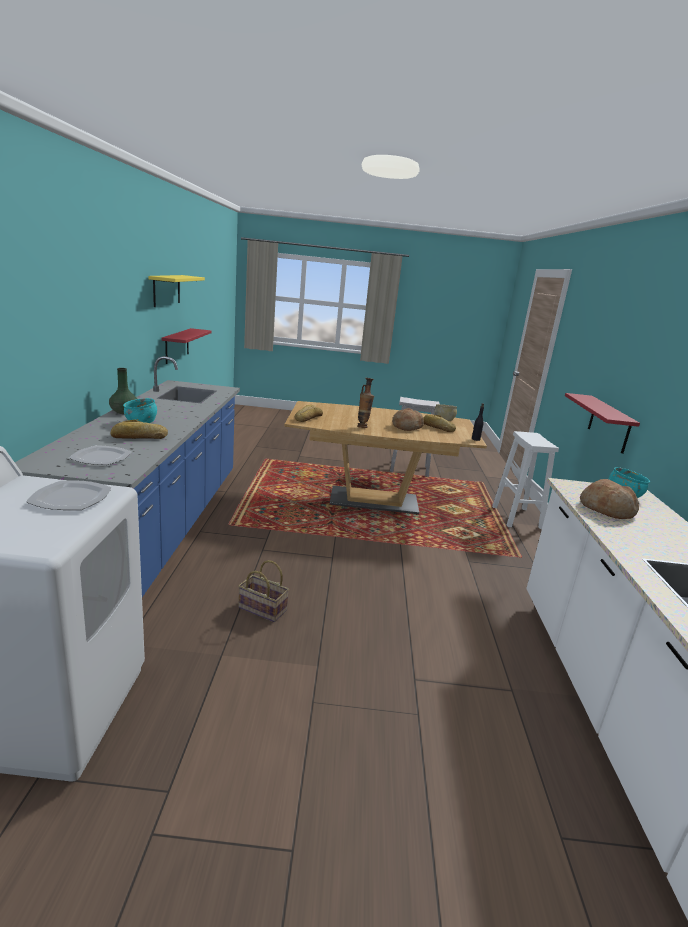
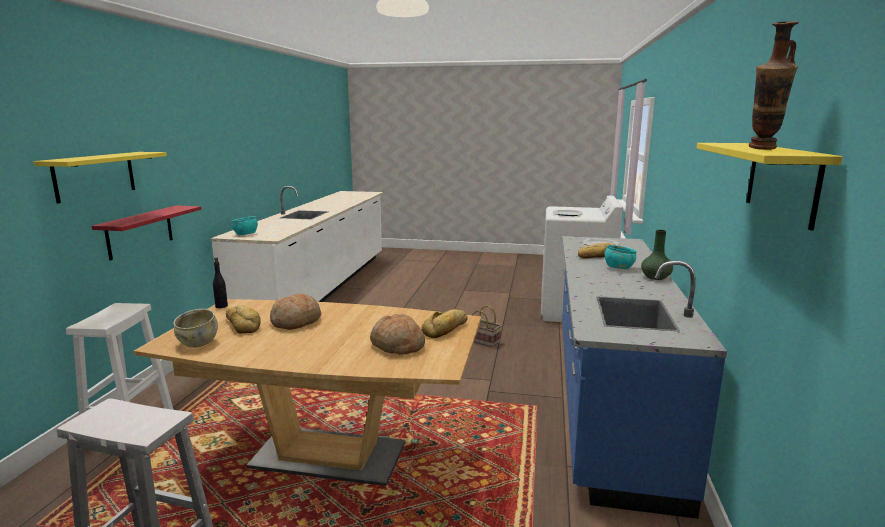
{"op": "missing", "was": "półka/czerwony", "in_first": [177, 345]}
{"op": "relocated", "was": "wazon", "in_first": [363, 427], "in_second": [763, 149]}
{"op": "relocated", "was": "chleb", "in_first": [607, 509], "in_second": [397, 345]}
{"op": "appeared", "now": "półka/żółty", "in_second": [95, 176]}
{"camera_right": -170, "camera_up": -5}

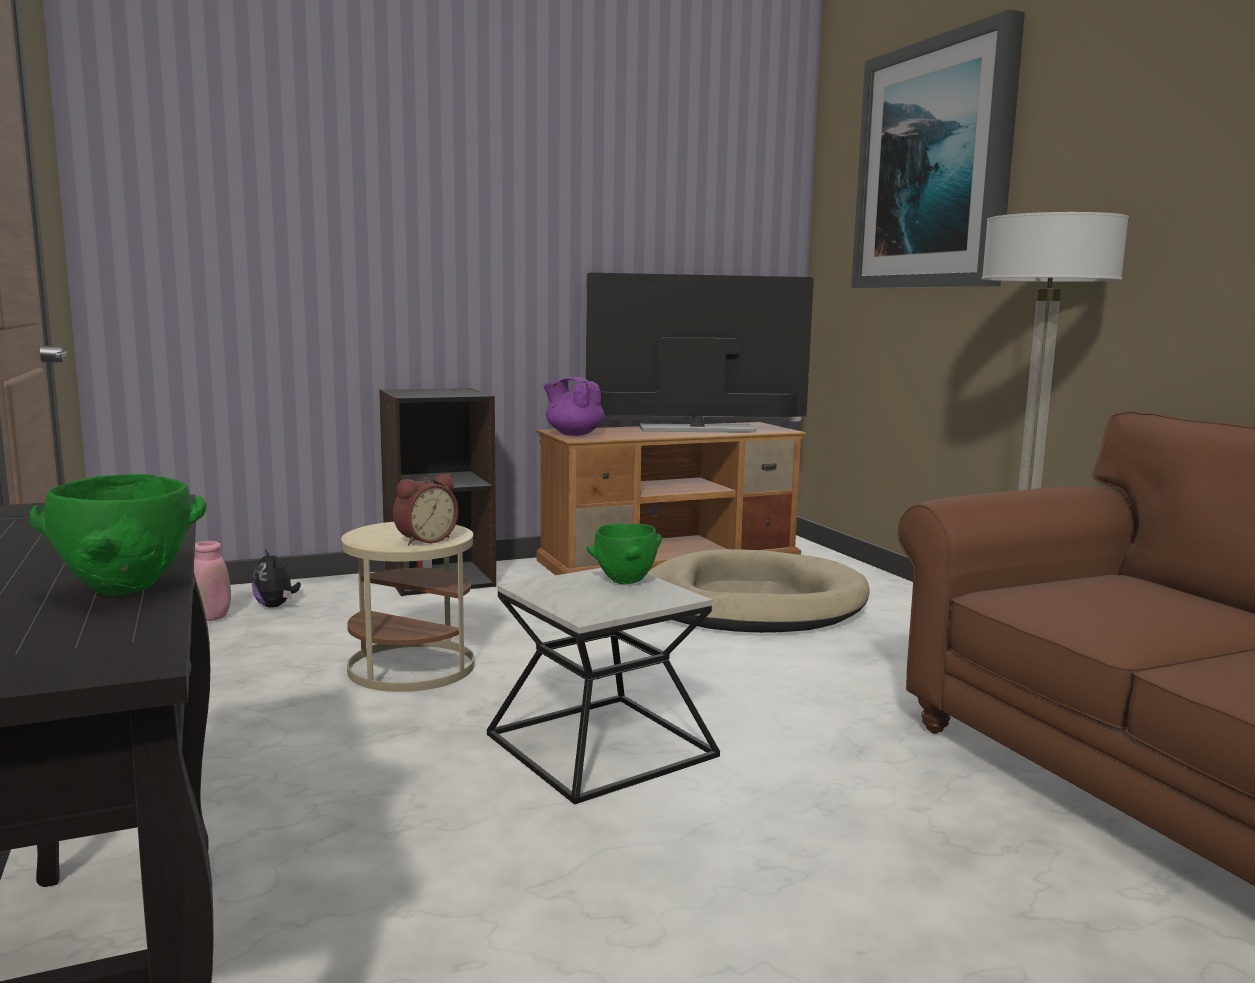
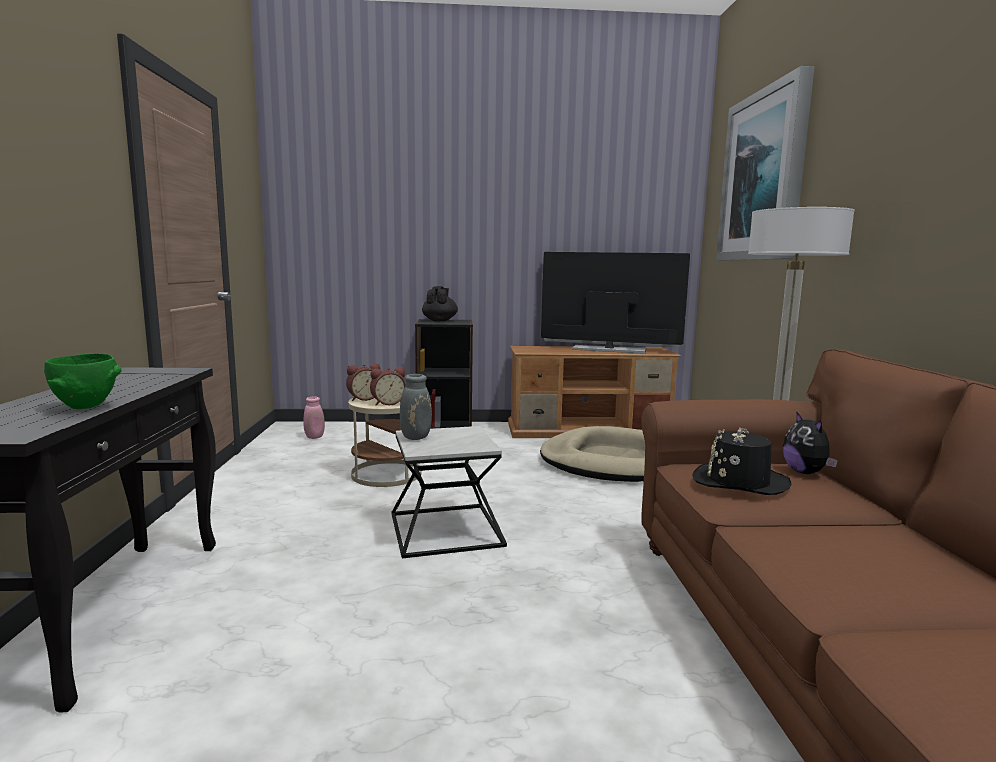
{"op": "relocated", "was": "pluszak", "in_first": [276, 606], "in_second": [805, 472]}
{"op": "missing", "was": "imbryk/fioletowy", "in_first": [573, 434]}
{"op": "missing", "was": "miska/zielony", "in_first": [625, 582]}
{"op": "appeared", "now": "budzik", "in_second": [363, 398]}
{"op": "appeared", "now": "wazon/szary", "in_second": [416, 437]}
{"op": "appeared", "now": "imbryk/czarny", "in_second": [439, 320]}
{"op": "appeared", "now": "kapelusz/czarny", "in_second": [739, 482]}
{"camera_right": 20, "camera_up": 0}

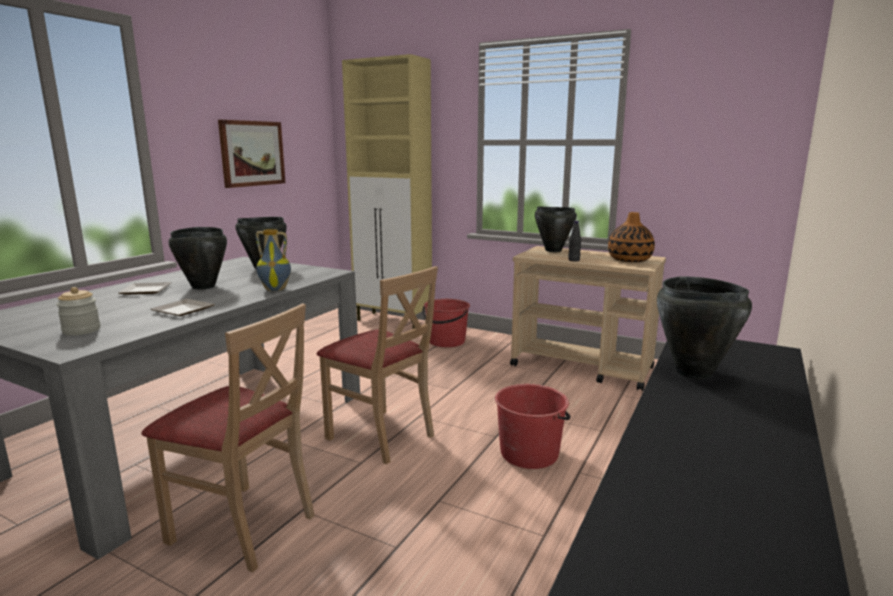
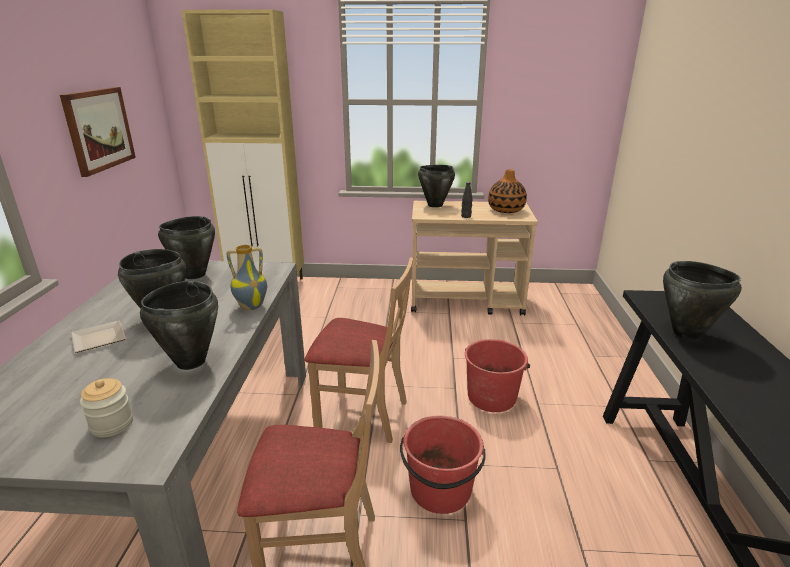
{"op": "exchanged", "was": "talerz", "now": "garnek/czarny", "in_first": [181, 310], "in_second": [190, 362]}
{"op": "relocated", "was": "wiadro/czerwony", "in_first": [446, 341], "in_second": [440, 490]}
{"camera_right": -25, "camera_up": 10}

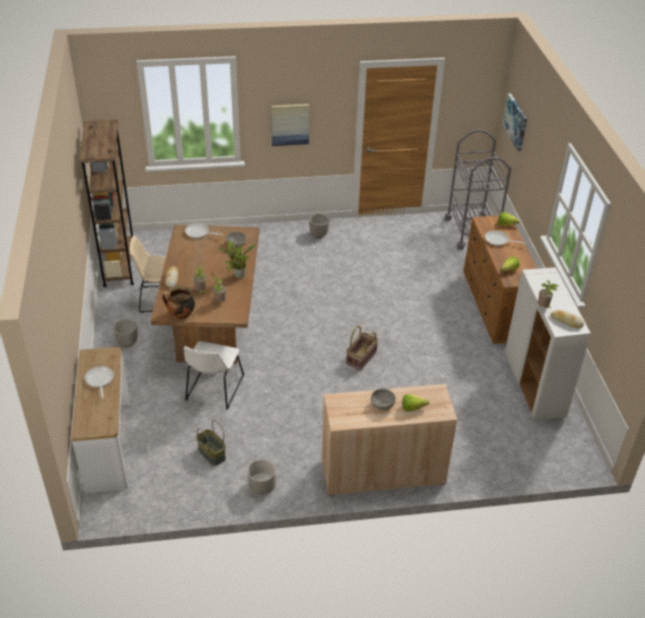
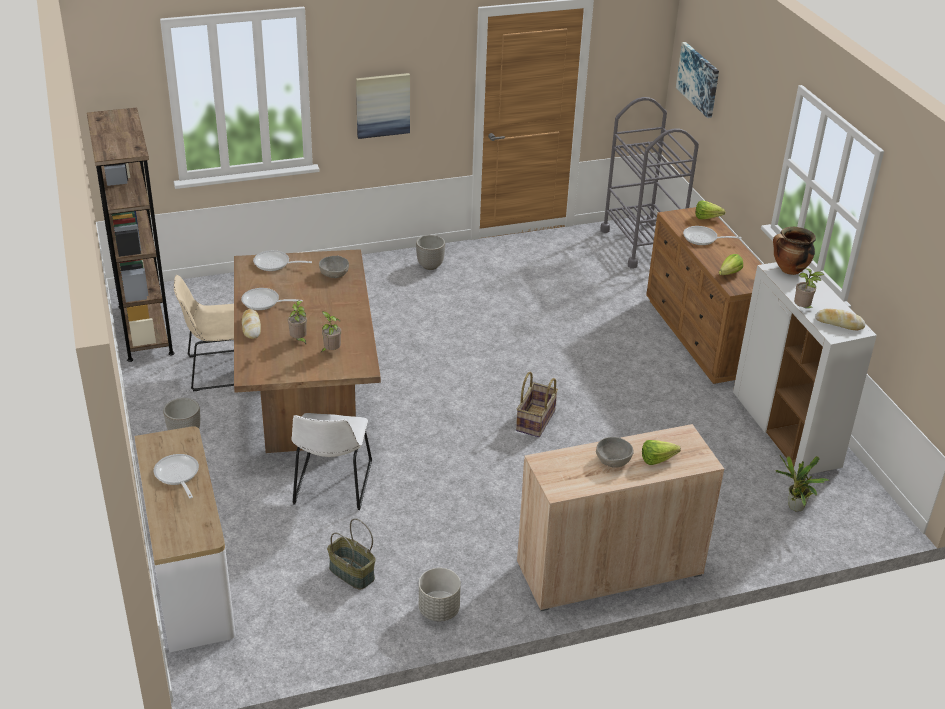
{"op": "relocated", "was": "garnek", "in_first": [181, 315], "in_second": [789, 270]}
{"op": "relocated", "was": "roślina doniczkowa", "in_first": [238, 276], "in_second": [794, 508]}
{"op": "appeared", "now": "patelnia", "in_second": [264, 302]}
{"camera_right": -10, "camera_up": -5}

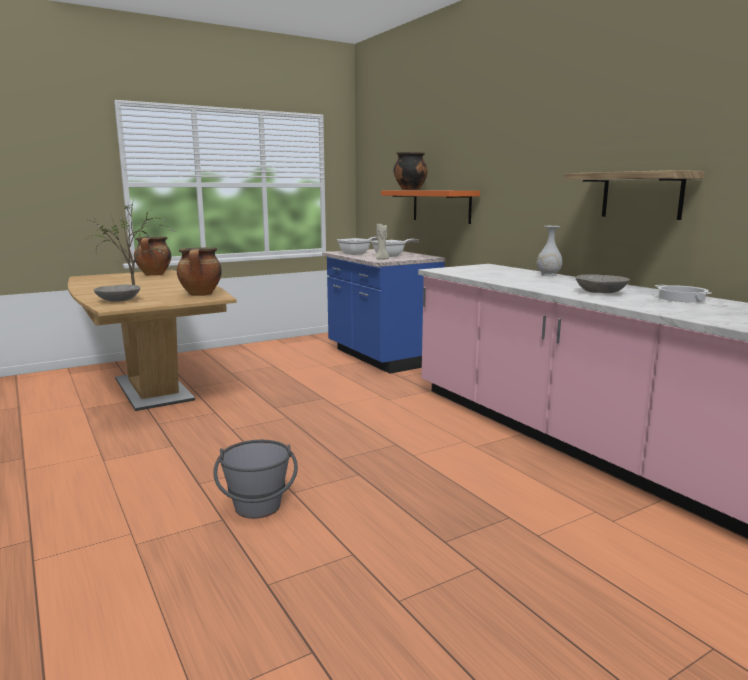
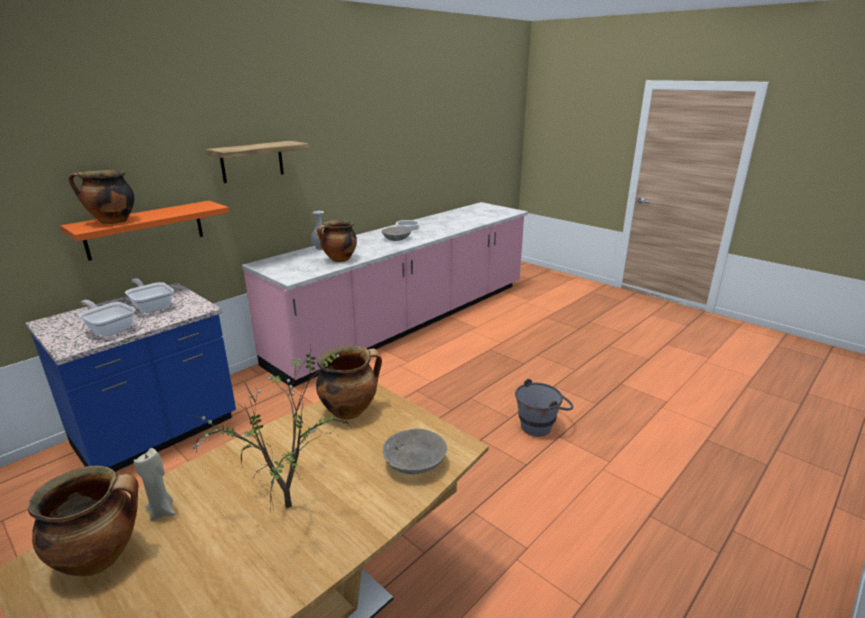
{"op": "relocated", "was": "świeca/beżowy", "in_first": [382, 259], "in_second": [162, 511]}
{"op": "relocated", "was": "półka", "in_first": [641, 195], "in_second": [252, 161]}
{"op": "appeared", "now": "garnek", "in_second": [339, 260]}
{"camera_right": -105, "camera_up": 10}

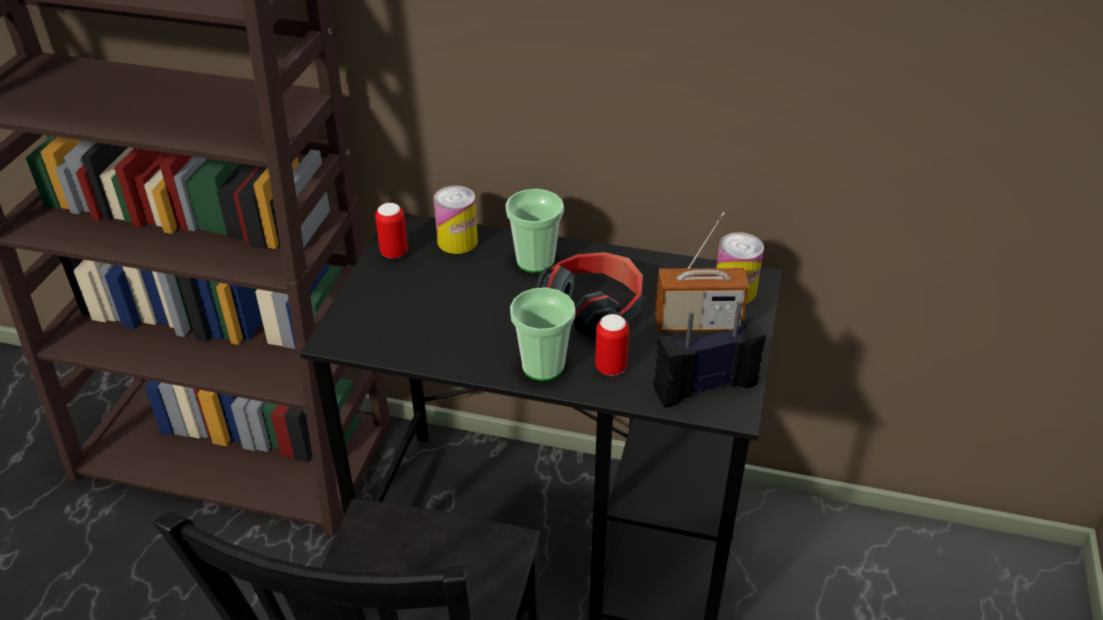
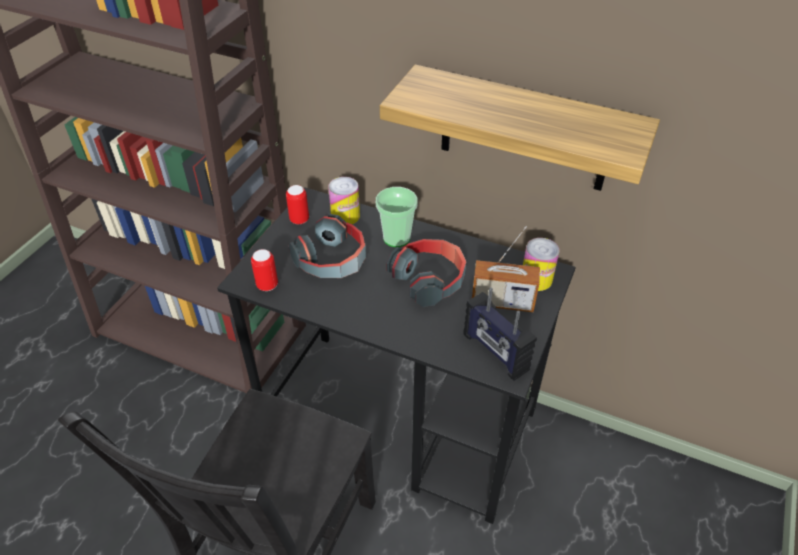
{"op": "missing", "was": "filiżanka", "in_first": [543, 366]}
{"op": "relocated", "was": "puszka", "in_first": [610, 368], "in_second": [267, 285]}
{"op": "spun", "was": "radio", "in_first": [704, 386], "in_second": [494, 352], "clockwise": -120}
{"op": "appeared", "now": "słuchawki", "in_second": [332, 260]}
{"op": "appeared", "now": "półka", "in_second": [524, 130]}
{"camera_right": 10, "camera_up": 5}

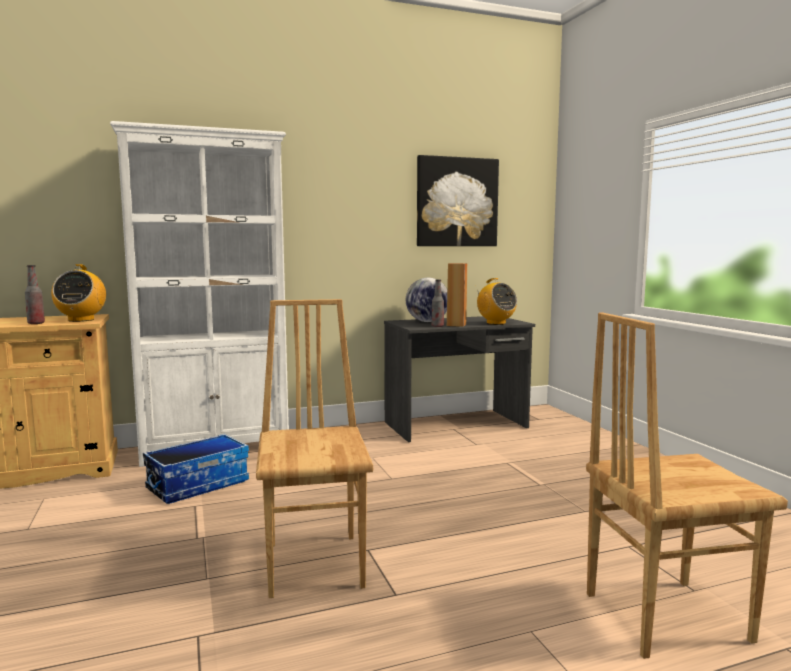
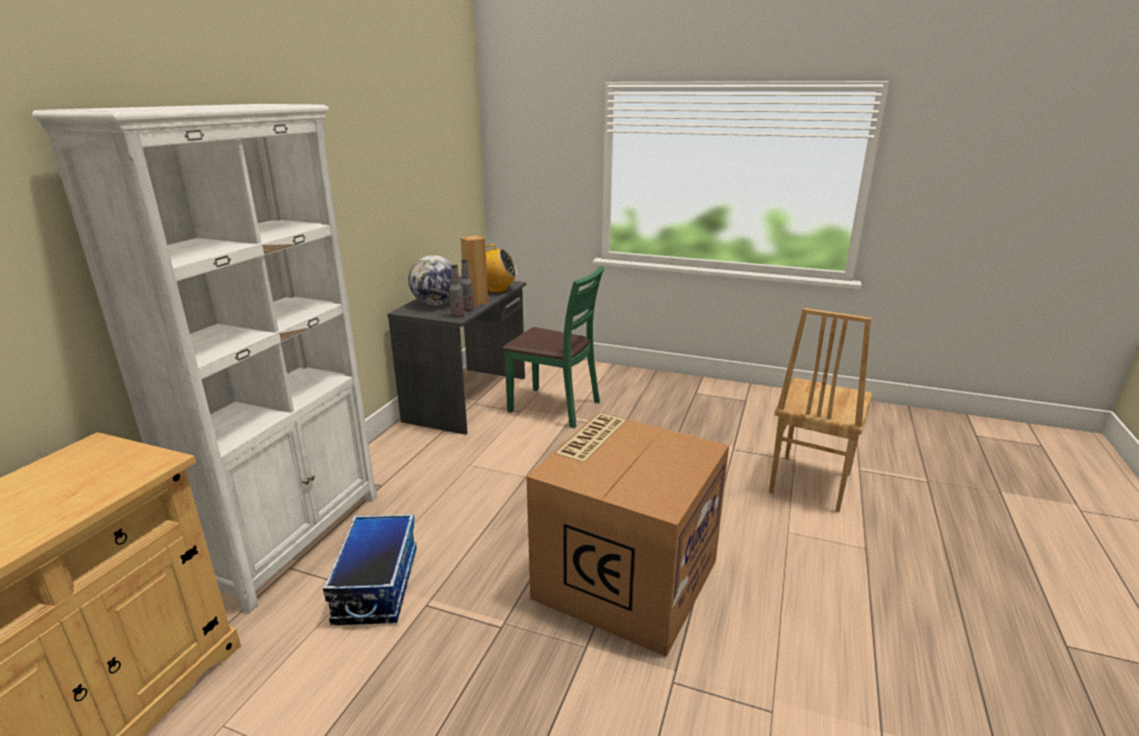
{"op": "relocated", "was": "butelka", "in_first": [36, 323], "in_second": [458, 315]}
{"op": "missing", "was": "radio", "in_first": [81, 320]}
{"op": "exchanged", "was": "krzesło/brązowy", "now": "karton", "in_first": [317, 563], "in_second": [625, 577]}
{"op": "missing", "was": "obraz", "in_first": [456, 202]}
{"op": "appeared", "now": "krzesło/zielony", "in_second": [555, 407]}
{"camera_right": -50, "camera_up": 15}

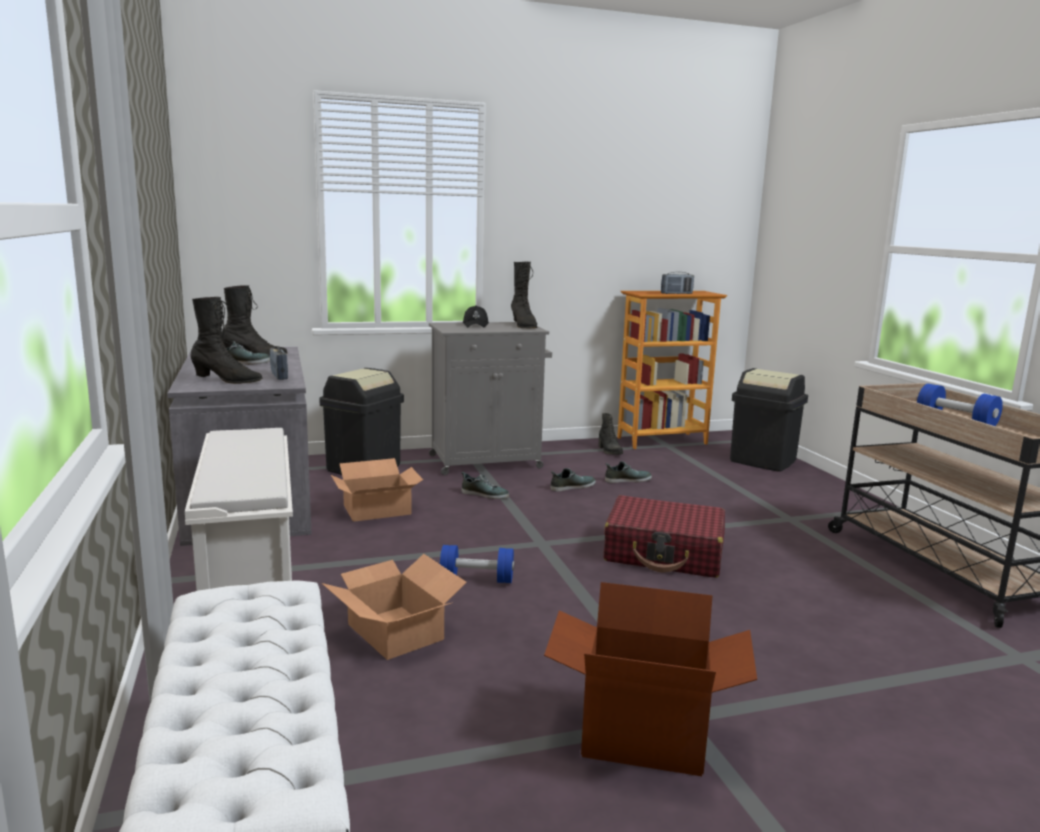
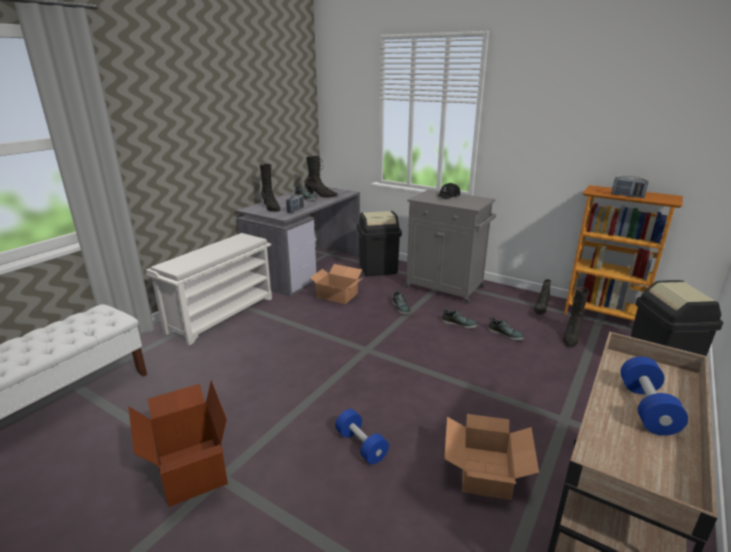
{"op": "relocated", "was": "karton", "in_first": [395, 631], "in_second": [486, 471]}
{"op": "relocated", "was": "hantel/niebieski", "in_first": [476, 579], "in_second": [361, 445]}
{"op": "relocated", "was": "but z cholewką/czarny", "in_first": [523, 326], "in_second": [571, 337]}
{"op": "missing", "was": "walizka/czerwony", "in_first": [664, 553]}
{"camera_right": 50, "camera_up": 10}

